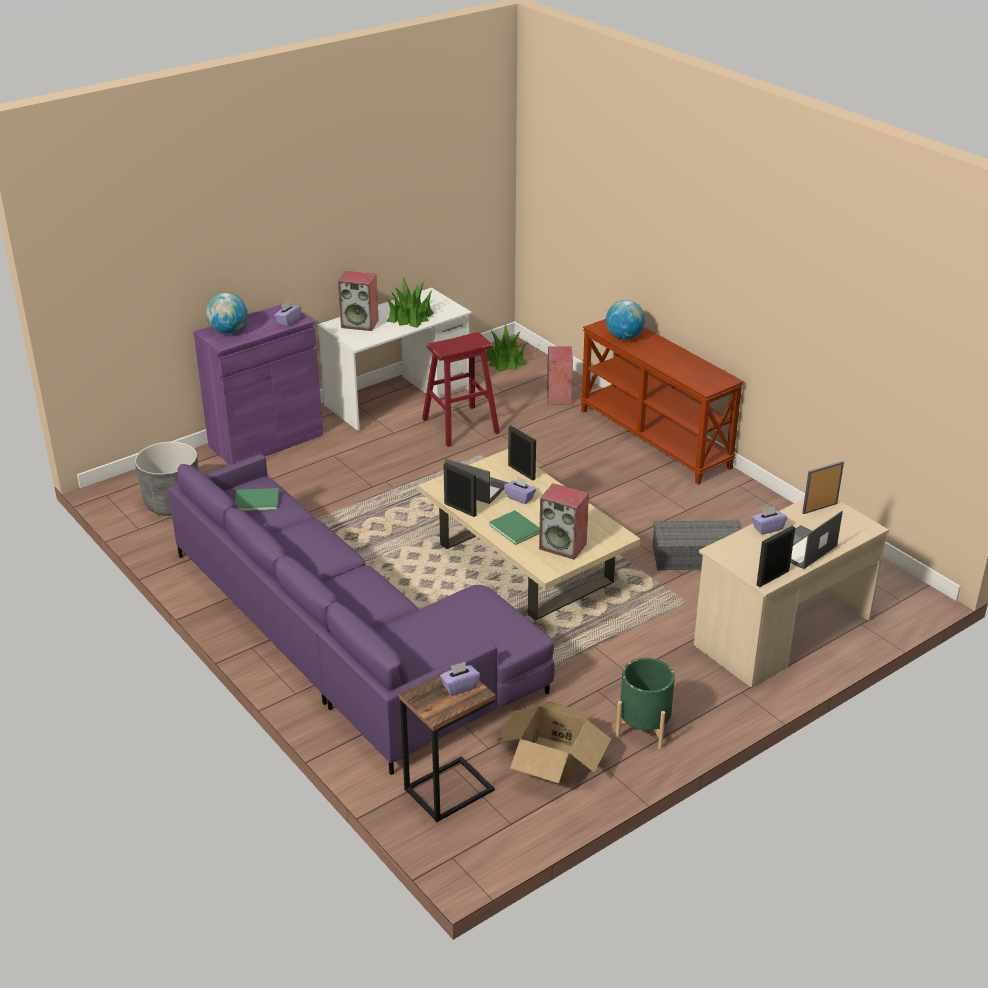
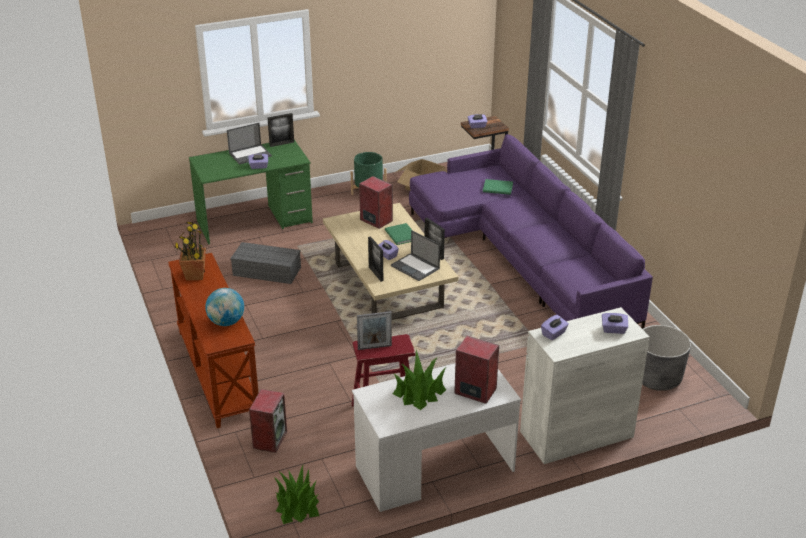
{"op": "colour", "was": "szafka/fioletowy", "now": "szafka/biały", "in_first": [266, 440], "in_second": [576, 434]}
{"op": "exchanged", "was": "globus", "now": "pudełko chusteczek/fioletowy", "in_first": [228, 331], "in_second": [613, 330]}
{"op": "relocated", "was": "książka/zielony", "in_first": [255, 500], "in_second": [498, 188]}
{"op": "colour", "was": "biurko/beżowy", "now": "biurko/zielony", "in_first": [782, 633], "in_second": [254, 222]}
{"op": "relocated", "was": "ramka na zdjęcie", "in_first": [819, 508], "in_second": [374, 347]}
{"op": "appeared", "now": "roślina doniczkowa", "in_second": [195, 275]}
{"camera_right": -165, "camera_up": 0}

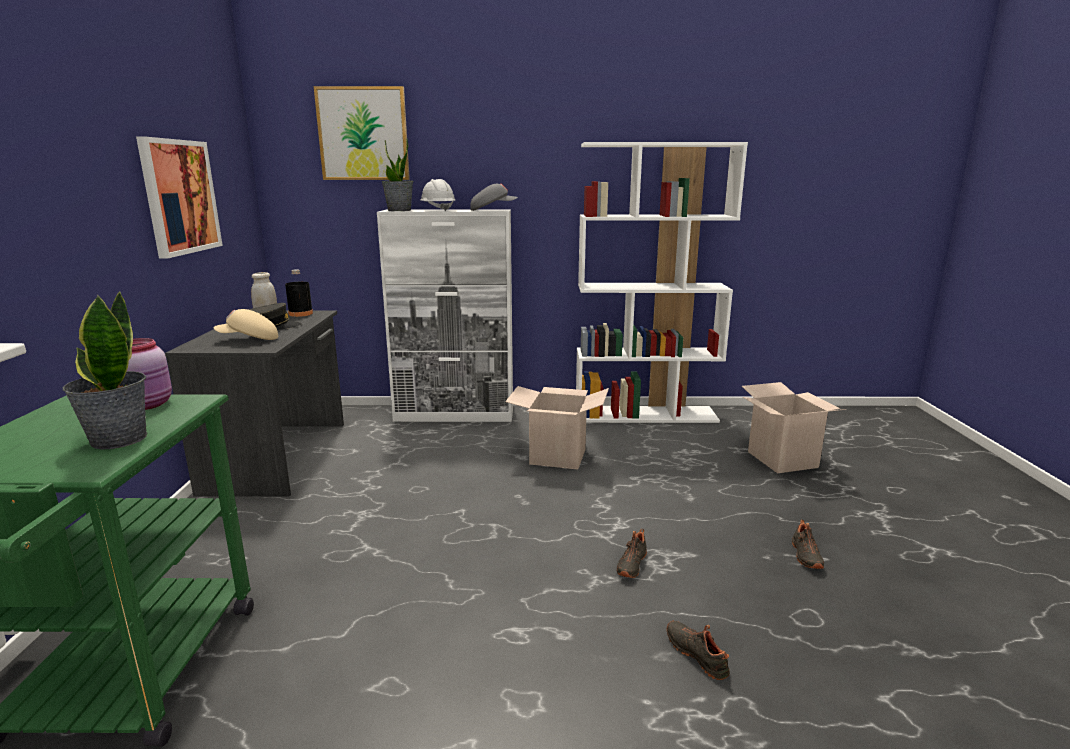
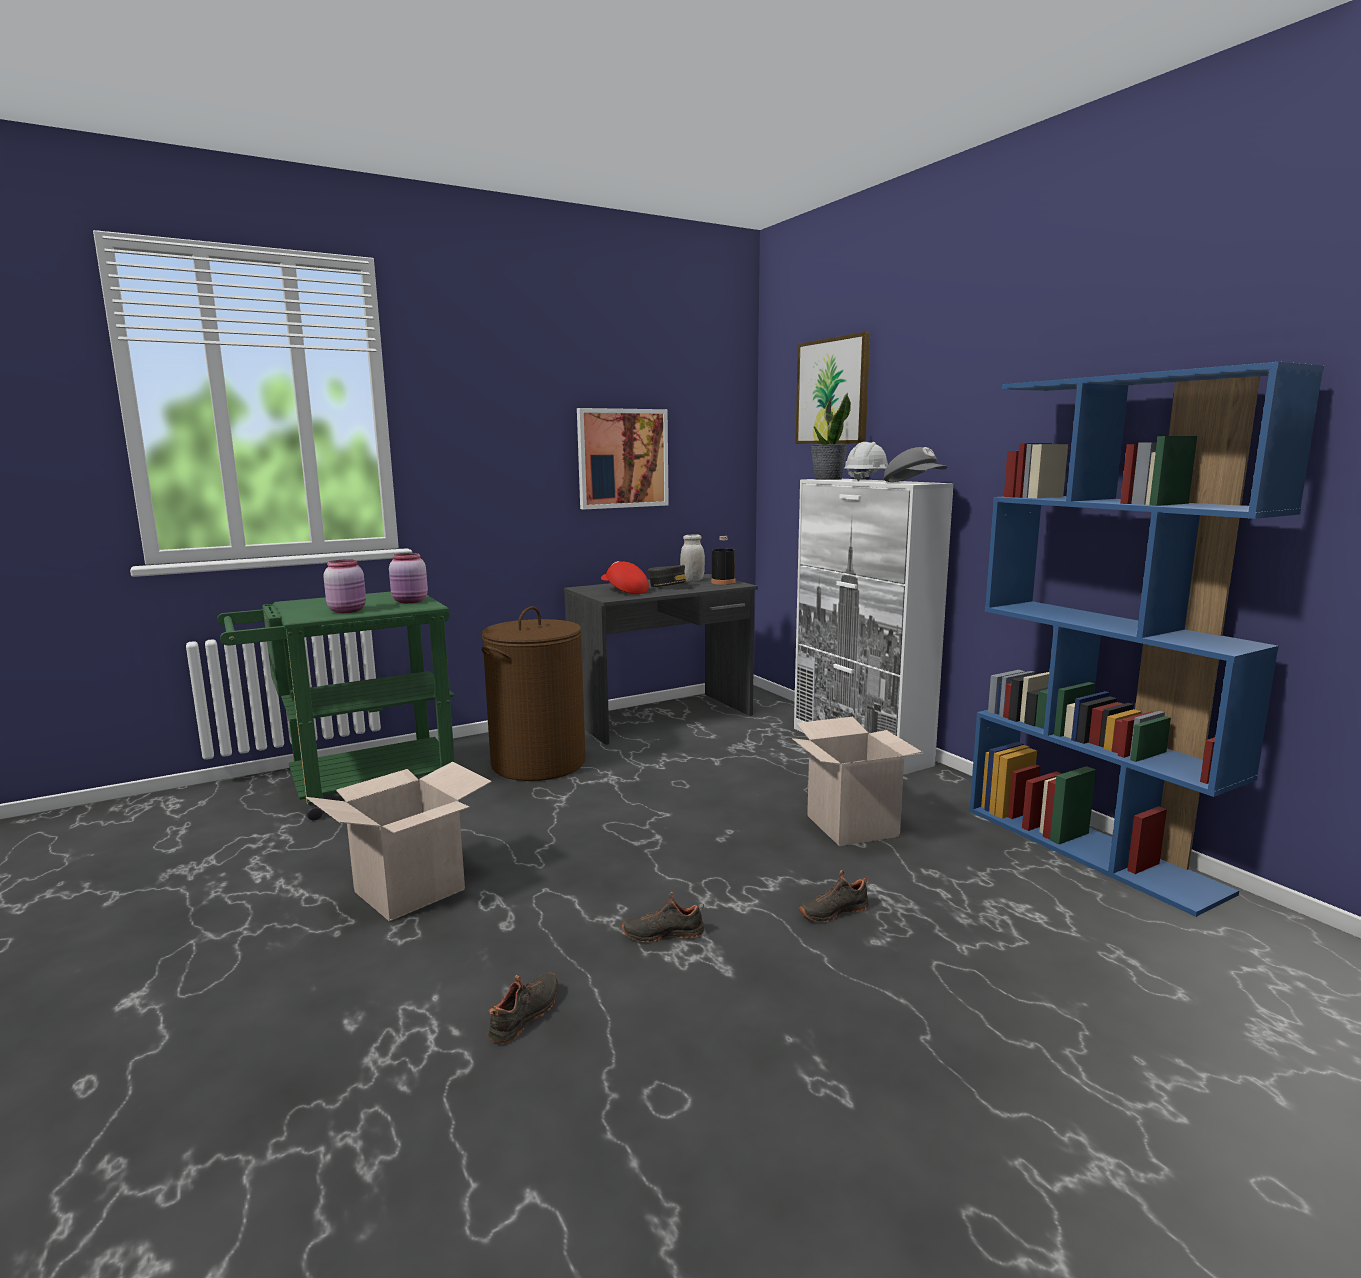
{"op": "exchanged", "was": "roślina doniczkowa", "now": "słoik/różowy", "in_first": [118, 439], "in_second": [348, 610]}
{"op": "colour", "was": "czapka z daszkiem/beżowy", "now": "czapka z daszkiem/czerwony", "in_first": [249, 340], "in_second": [624, 591]}
{"op": "colour", "was": "regał/biały", "now": "regał/niebieski", "in_first": [646, 414], "in_second": [1092, 849]}
{"op": "relocated", "was": "karton", "in_first": [782, 459], "in_second": [410, 890]}
{"op": "relocated", "was": "but/czarny", "in_first": [805, 555], "in_second": [833, 911]}
{"op": "appeared", "now": "kosz na pranie/brązowy", "in_second": [538, 763]}
{"camera_right": 60, "camera_up": -5}

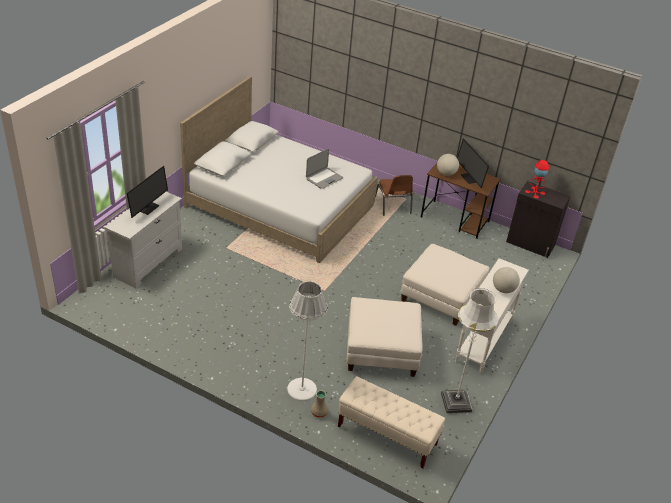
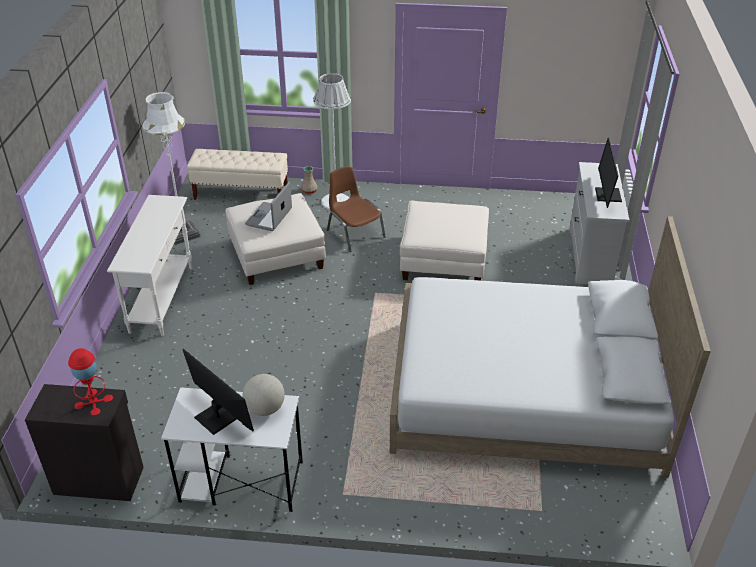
{"op": "relocated", "was": "laptop", "in_first": [324, 178], "in_second": [269, 217]}
{"op": "relocated", "was": "krzesło/brązowy", "in_first": [393, 205], "in_second": [354, 233]}
{"op": "relocated", "was": "pufa/biały", "in_first": [441, 296], "in_second": [443, 260]}
{"op": "colour", "was": "biurko/brązowy", "now": "biurko/biały", "in_first": [455, 219], "in_second": [240, 482]}
{"op": "missing", "was": "globus", "in_first": [503, 289]}
{"camera_right": 160, "camera_up": 0}

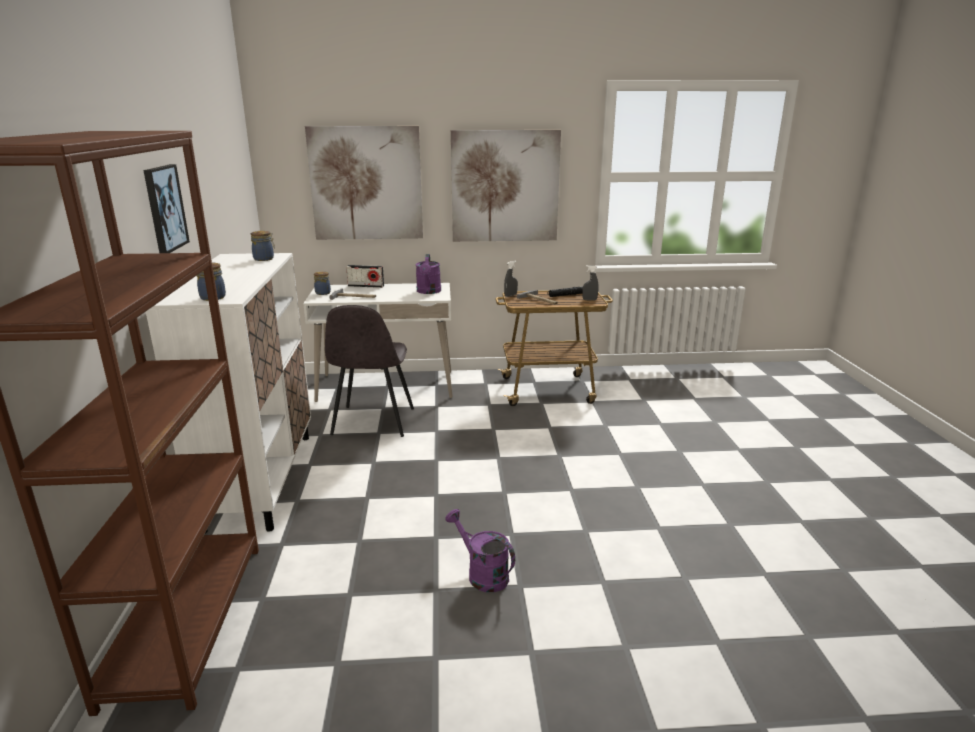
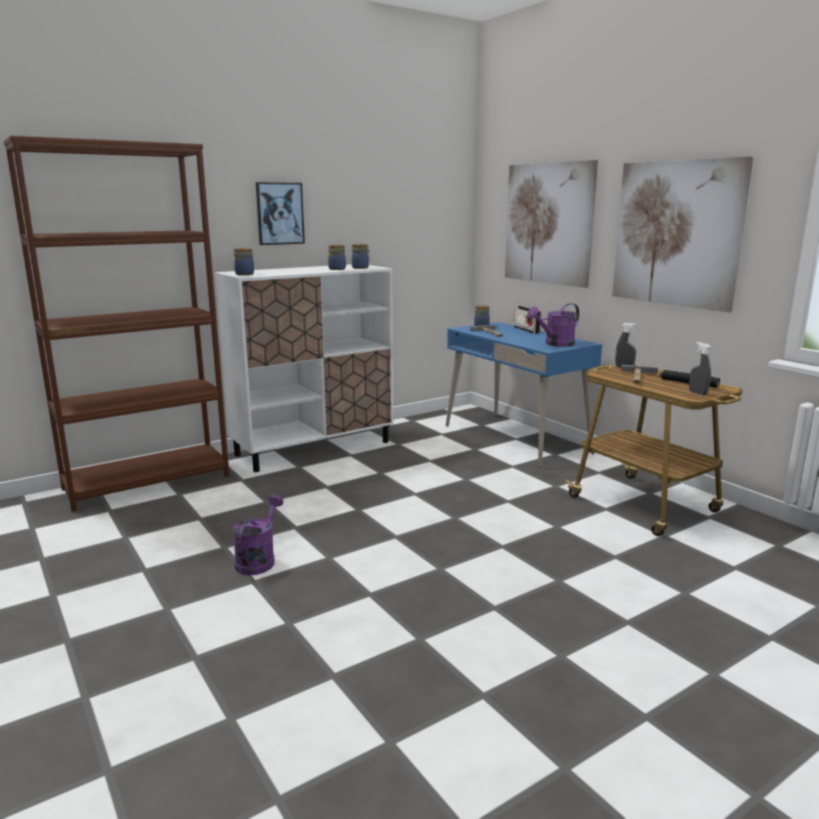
{"op": "colour", "was": "biurko/biały", "now": "biurko/niebieski", "in_first": [386, 386], "in_second": [515, 438]}
{"op": "missing", "was": "krzesło/szary", "in_first": [373, 422]}
{"op": "appeared", "now": "słoik", "in_second": [336, 269]}
{"camera_right": 60, "camera_up": -5}

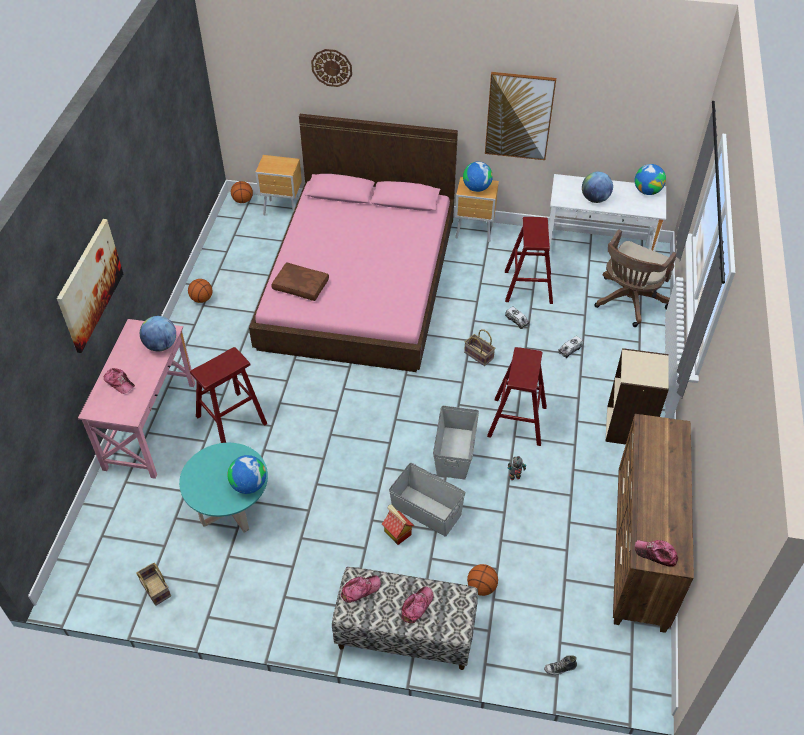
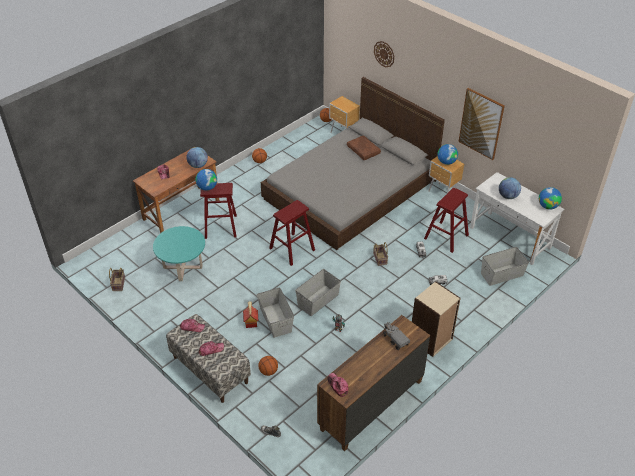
{"op": "missing", "was": "obraz", "in_first": [90, 285]}
{"op": "colour", "was": "biurko/różowy", "now": "biurko/brązowy", "in_first": [150, 425], "in_second": [181, 210]}
{"op": "relocated", "was": "globus", "in_first": [249, 485], "in_second": [207, 188]}
{"op": "colour", "was": "łóżko/różowy", "now": "łóżko/szary", "in_first": [359, 281], "in_second": [350, 189]}
{"op": "relocated", "was": "poduszka/brązowy", "in_first": [301, 286], "in_second": [364, 151]}
{"op": "relocated", "was": "stołek/czerwony", "in_first": [517, 421], "in_second": [292, 249]}
{"op": "exchanged", "was": "krzesło biurowe/brązowy", "now": "pojemnik do przechowywania/szary", "in_first": [628, 302], "in_second": [501, 274]}
{"op": "appeared", "now": "ciężarówka zabawkowa", "in_second": [395, 340]}
{"camera_right": 35, "camera_up": -5}

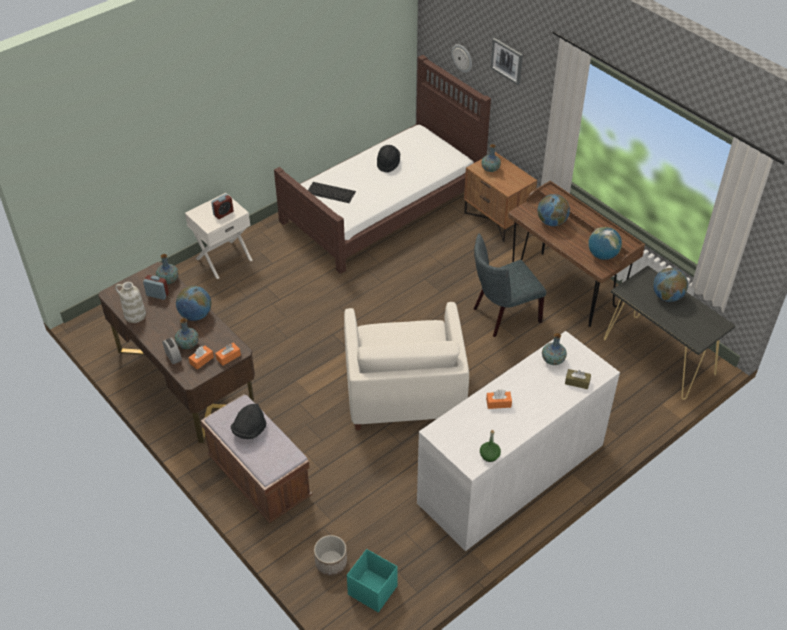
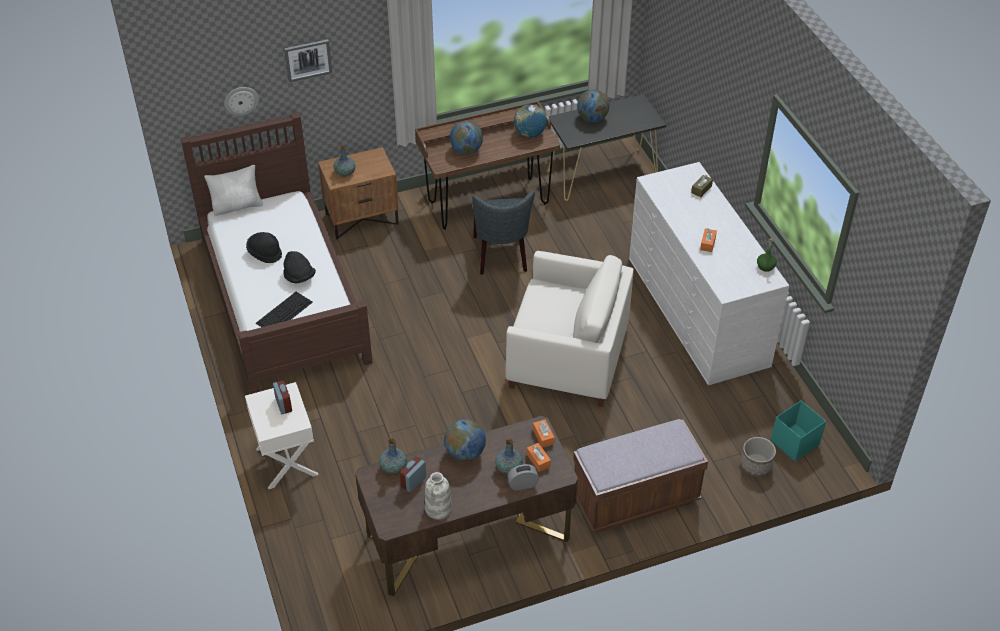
{"op": "relocated", "was": "kapelusz/czarny", "in_first": [249, 430], "in_second": [299, 277]}
{"op": "missing", "was": "wazon", "in_first": [552, 360]}
{"op": "appeared", "now": "poduszka/biały", "in_second": [237, 206]}
{"camera_right": -70, "camera_up": 0}

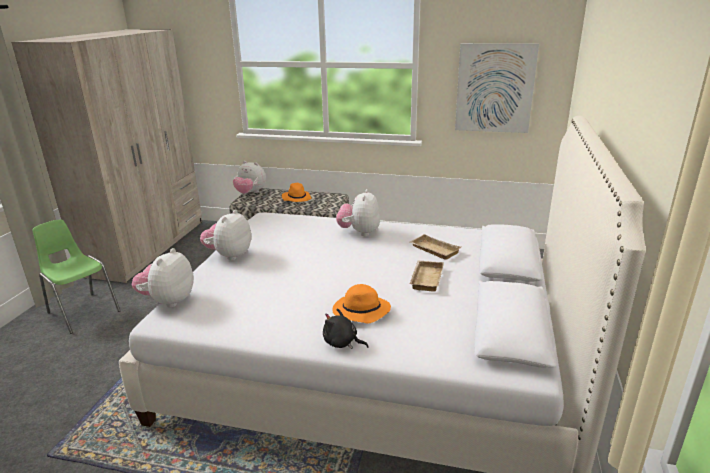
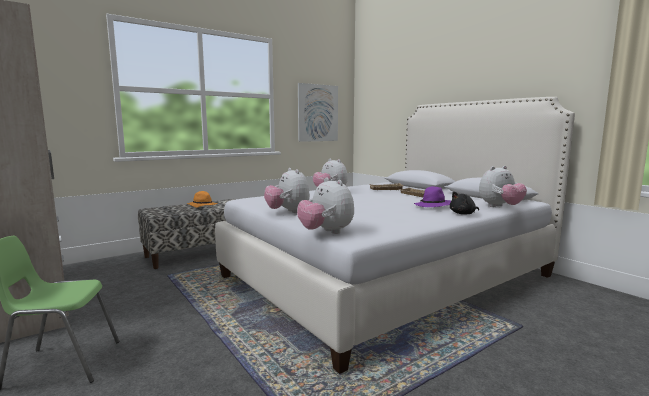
{"op": "relocated", "was": "pluszak", "in_first": [250, 193], "in_second": [500, 207]}
{"op": "colour", "was": "kapelusz/pomarańczowy", "now": "kapelusz/fioletowy", "in_first": [360, 312], "in_second": [433, 206]}
{"camera_right": -50, "camera_up": -15}

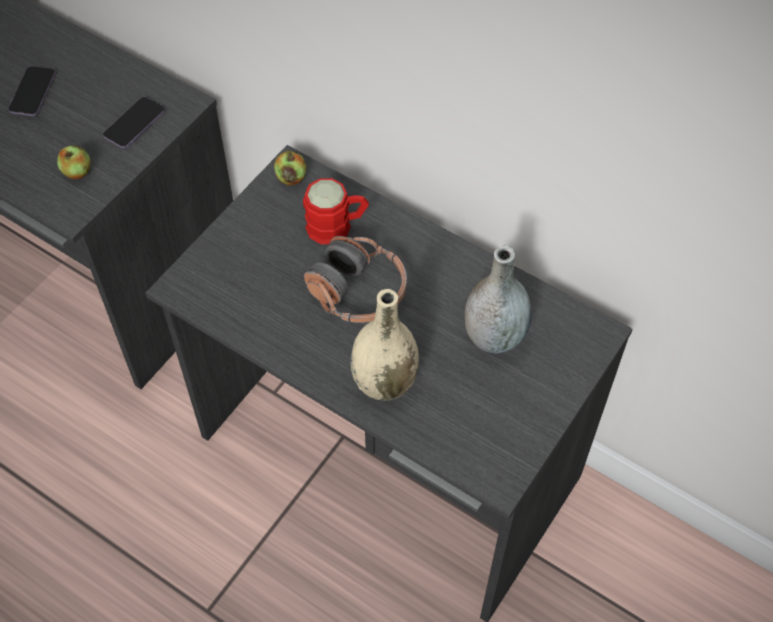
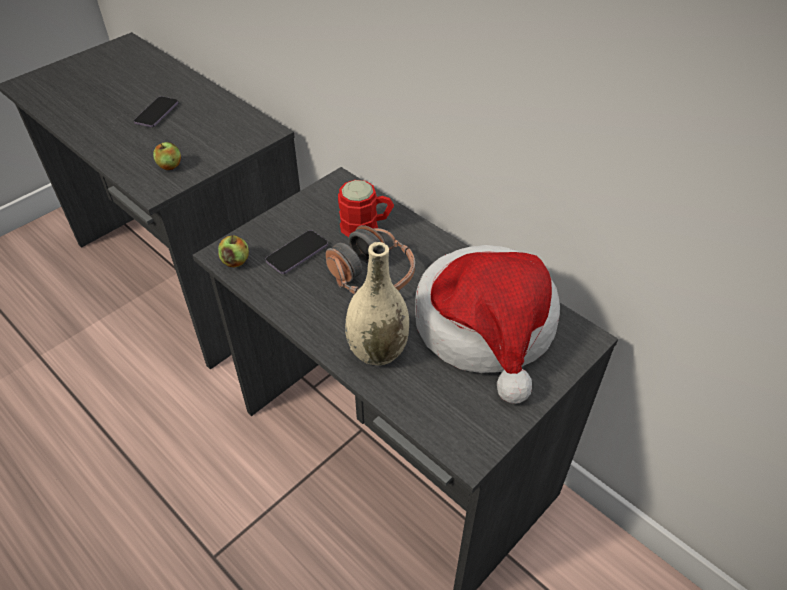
{"op": "relocated", "was": "telefon", "in_first": [134, 124], "in_second": [297, 253]}
{"op": "relocated", "was": "jabłko", "in_first": [291, 178], "in_second": [235, 261]}
{"op": "exchanged", "was": "wazon/szary", "now": "kapelusz", "in_first": [494, 337], "in_second": [486, 328]}
{"camera_right": 10, "camera_up": -10}

